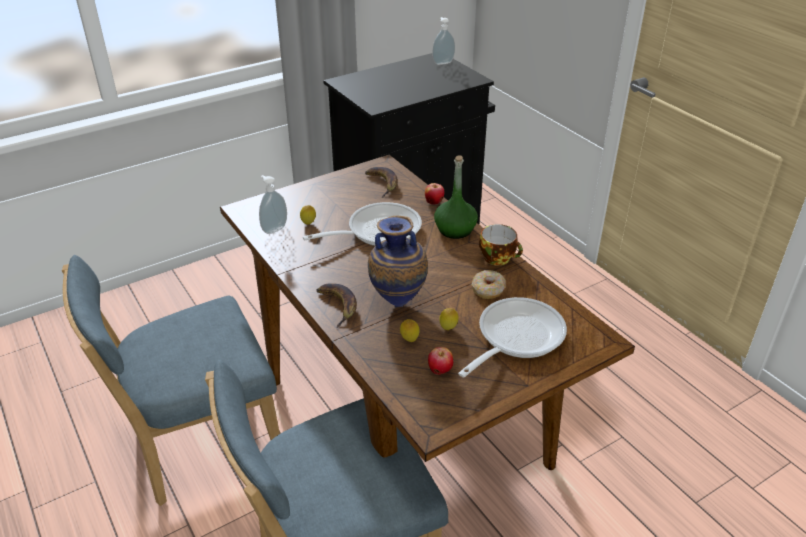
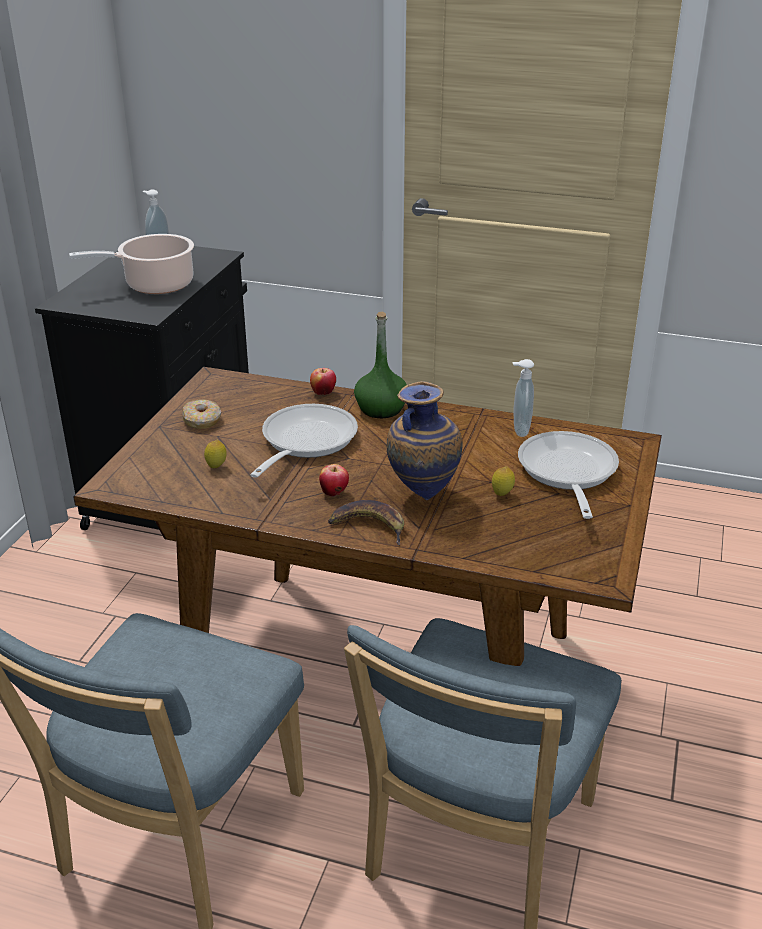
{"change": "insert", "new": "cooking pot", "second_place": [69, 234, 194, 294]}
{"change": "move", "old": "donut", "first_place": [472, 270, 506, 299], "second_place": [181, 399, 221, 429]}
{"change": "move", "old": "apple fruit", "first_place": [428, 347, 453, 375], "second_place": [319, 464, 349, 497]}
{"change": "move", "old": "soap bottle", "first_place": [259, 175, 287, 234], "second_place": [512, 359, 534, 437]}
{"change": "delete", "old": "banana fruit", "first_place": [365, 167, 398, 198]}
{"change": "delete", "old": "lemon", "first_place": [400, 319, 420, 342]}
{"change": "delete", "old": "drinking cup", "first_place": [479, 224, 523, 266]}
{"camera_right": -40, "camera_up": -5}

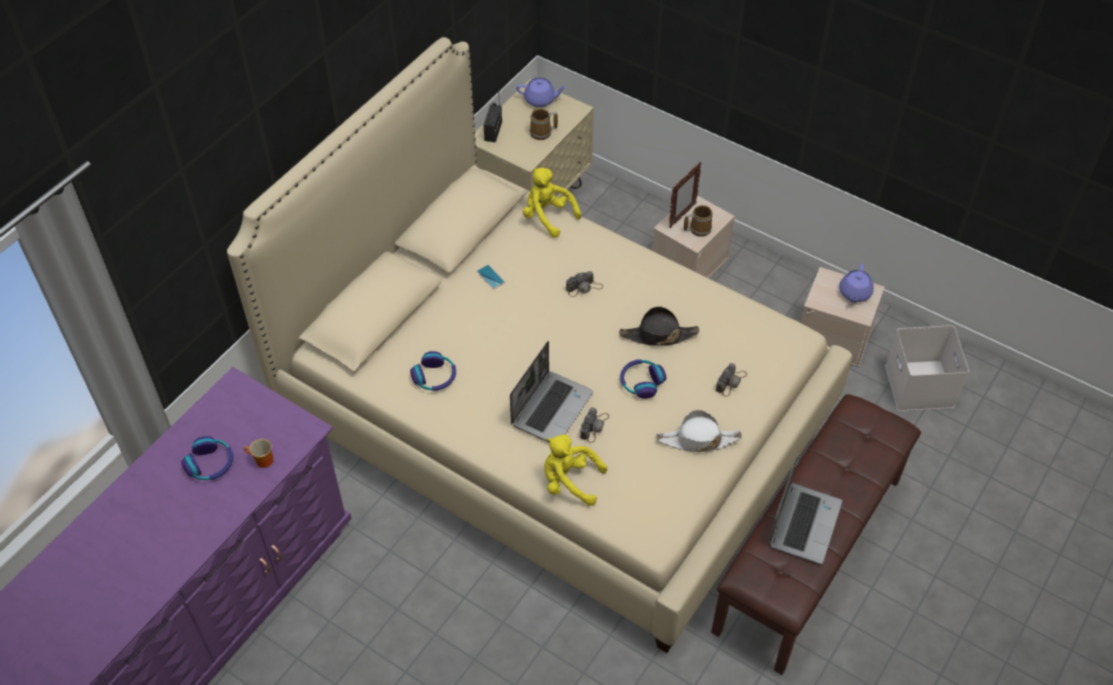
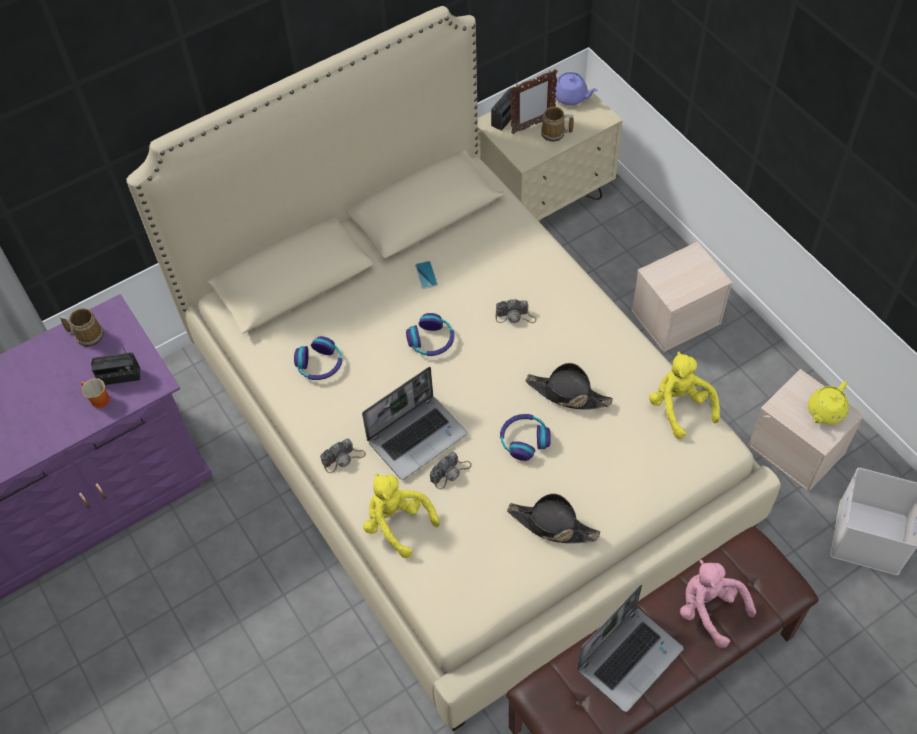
{"change": "move", "old": "coffee mug", "first_place": [684, 205, 713, 237], "second_place": [60, 308, 104, 347]}
{"change": "insert", "new": "radio", "second_place": [91, 347, 140, 385]}
{"change": "move", "old": "still camera", "first_place": [716, 363, 747, 397], "second_place": [320, 439, 366, 473]}
{"change": "move", "old": "pair of headphones", "first_place": [181, 436, 233, 480], "second_place": [406, 313, 454, 356]}
{"change": "recolor", "old": "white-coloured hat", "new": "blackish hat", "first_place": [656, 410, 742, 452], "second_place": [507, 493, 600, 544]}
{"change": "move", "old": "picture frame", "first_place": [669, 162, 701, 228], "second_place": [510, 69, 558, 134]}
{"change": "move", "old": "yellow cuddly toy", "first_place": [523, 168, 581, 238], "second_place": [649, 351, 720, 439]}
{"change": "insert", "new": "pinkish cuddly toy", "second_place": [680, 560, 756, 648]}
{"change": "recolor", "old": "purple teapot", "new": "yellow teapot", "first_place": [839, 264, 874, 303], "second_place": [808, 381, 849, 424]}
{"camera_right": 25, "camera_up": 5}

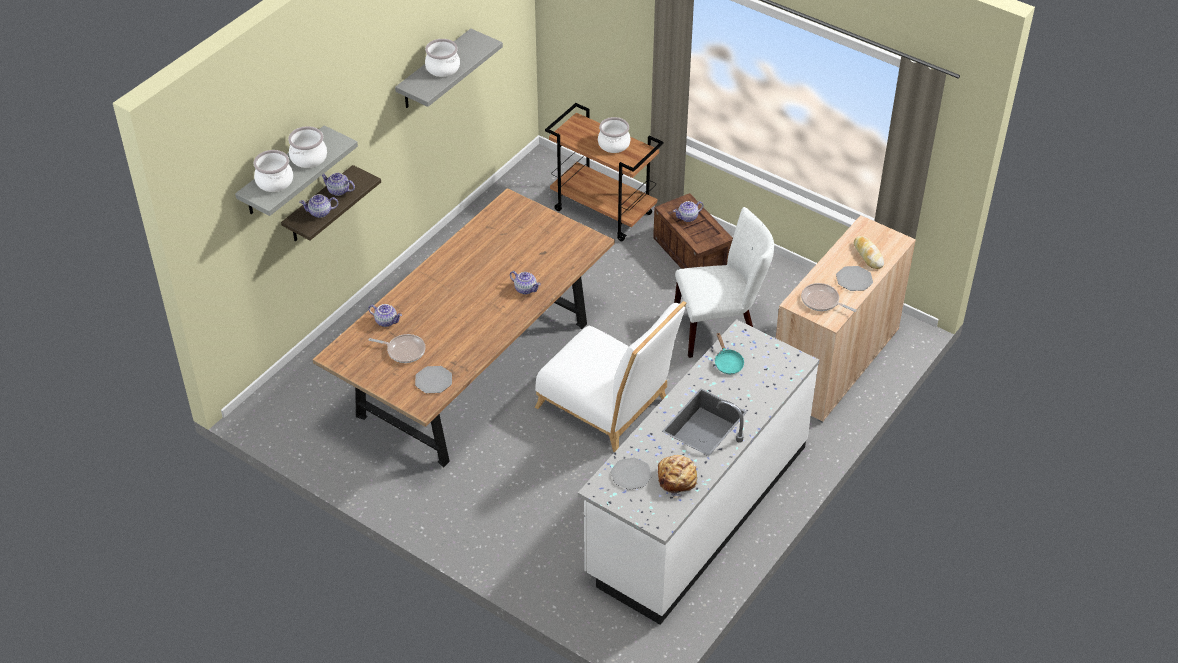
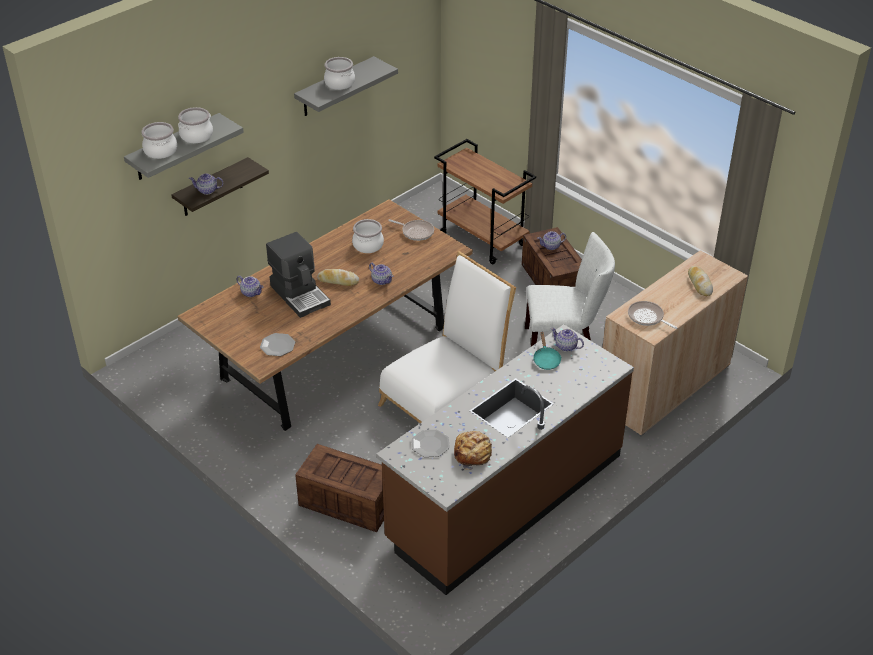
{"change": "insert", "new": "coffee machine", "second_place": [266, 232, 331, 318]}
{"change": "insert", "new": "crate", "second_place": [295, 444, 384, 532]}
{"change": "insert", "new": "baked bread", "second_place": [317, 269, 359, 286]}
{"change": "move", "old": "cooking pot", "first_place": [598, 117, 630, 153], "second_place": [352, 219, 384, 253]}
{"change": "recolor", "old": "white-coloured kitchen base unit", "new": "brown kitchen base unit", "first_place": [578, 319, 819, 625], "second_place": [376, 324, 634, 595]}
{"change": "rotate", "old": "white-coloured plain chair", "first_place": [535, 301, 687, 452], "second_place": [378, 251, 516, 423], "degrees": -90}
{"change": "move", "old": "frying pan", "first_place": [369, 334, 426, 363], "second_place": [388, 219, 434, 241]}
{"change": "move", "old": "teapot", "first_place": [321, 173, 355, 196], "second_place": [551, 328, 584, 352]}
{"change": "delete", "old": "plate", "first_place": [836, 266, 873, 291]}
{"camera_right": 10, "camera_up": -5}

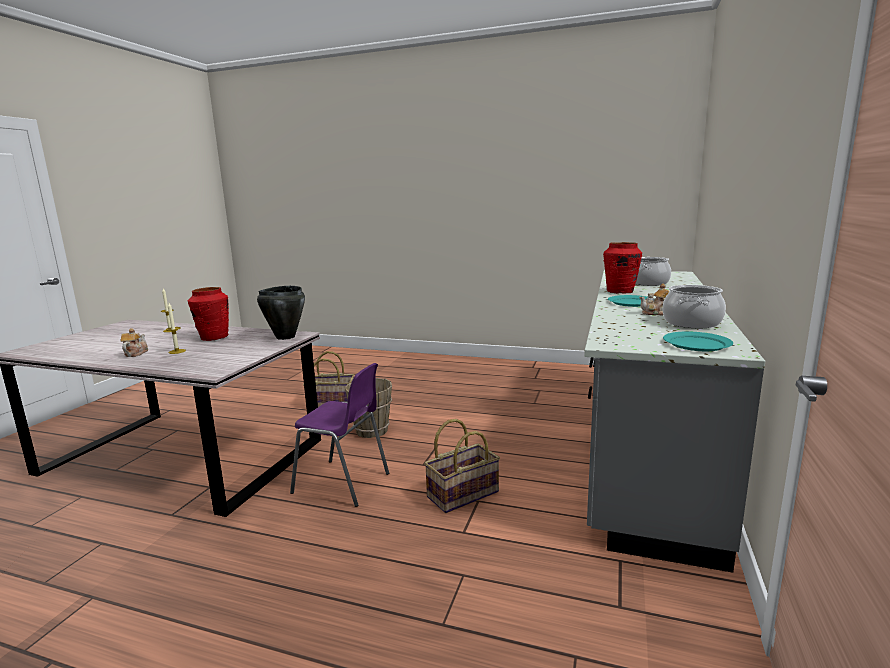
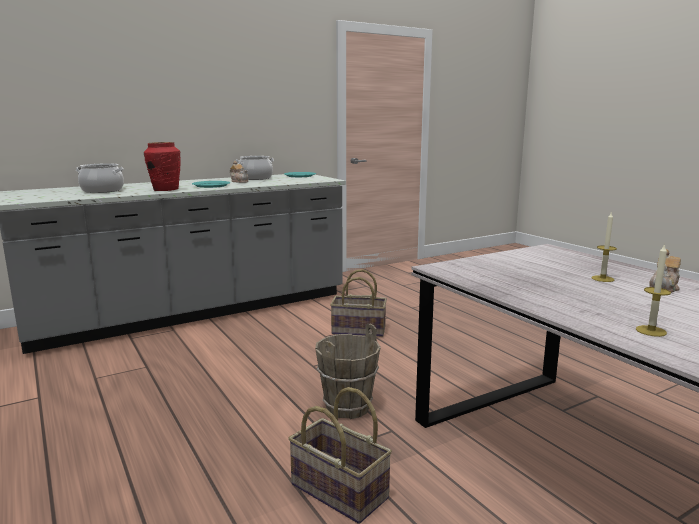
{"change": "delete", "old": "reddish vase", "first_place": [188, 287, 229, 341]}
{"change": "delete", "old": "blackish cooking pot", "first_place": [257, 286, 305, 340]}
{"change": "delete", "old": "purple plain chair", "first_place": [290, 363, 389, 507]}
{"camera_right": -140, "camera_up": 0}

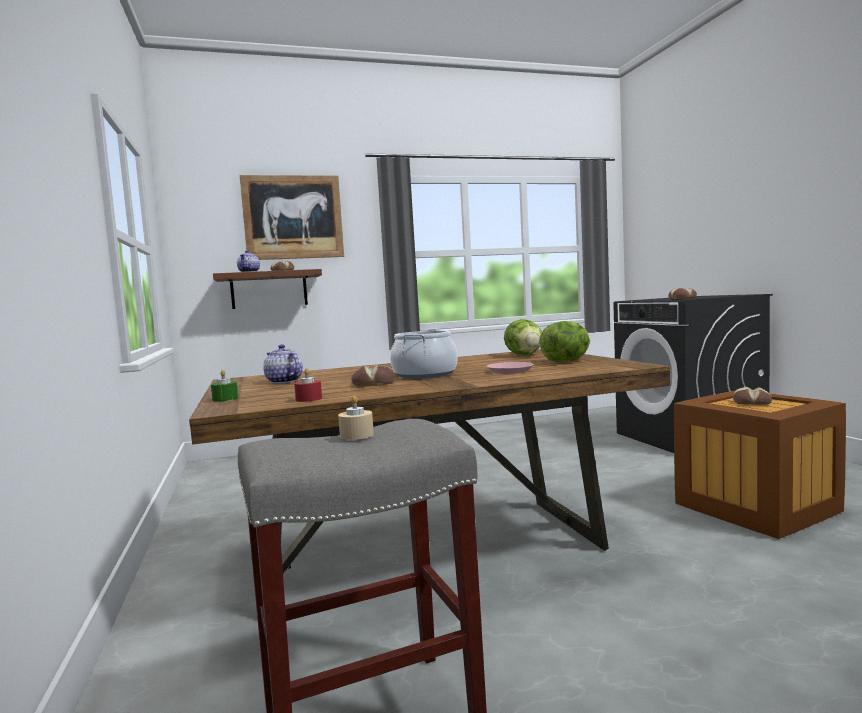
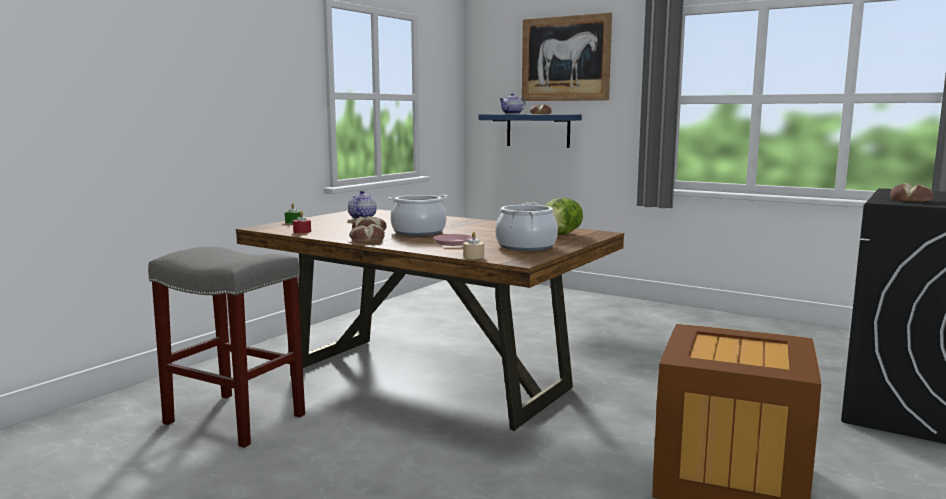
{"change": "move", "old": "baked bread", "first_place": [733, 387, 772, 405], "second_place": [349, 224, 384, 243]}
{"change": "move", "old": "beige-coloured wax light", "first_place": [338, 396, 374, 440], "second_place": [463, 232, 484, 259]}
{"change": "recolor", "old": "brown wall shelf", "new": "bluish wall shelf", "first_place": [213, 269, 322, 309], "second_place": [479, 114, 582, 148]}
{"change": "replace", "old": "lettuce", "new": "cooking pot", "first_place": [540, 321, 590, 363], "second_place": [495, 202, 558, 251]}
{"camera_right": 50, "camera_up": 5}

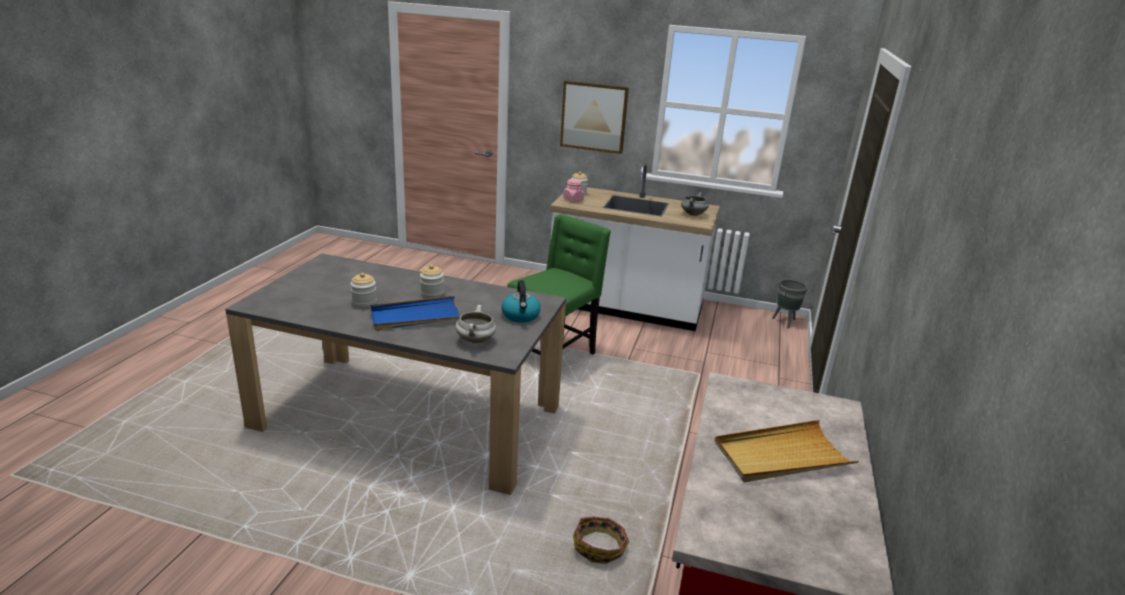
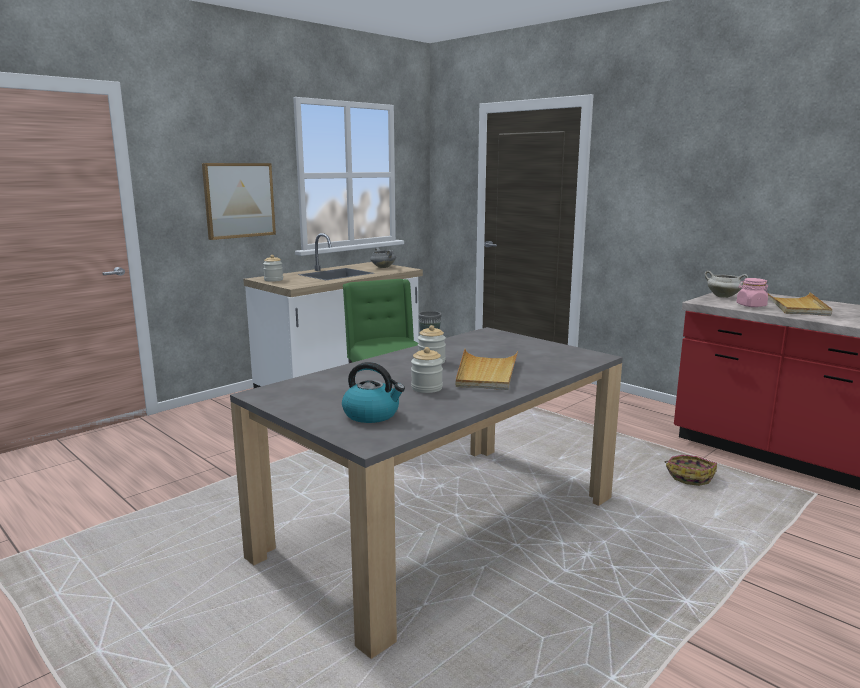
{"change": "move", "old": "tea kettle", "first_place": [501, 280, 541, 323], "second_place": [342, 362, 405, 423]}
{"change": "recolor", "old": "bluish carrying tray", "new": "beige-coloured carrying tray", "first_place": [370, 296, 460, 331], "second_place": [456, 349, 518, 390]}
{"change": "move", "old": "white-coloured cooking pot", "first_place": [455, 305, 496, 344], "second_place": [704, 271, 748, 298]}
{"change": "move", "old": "pinkish storage jar", "first_place": [563, 179, 584, 202], "second_place": [737, 278, 768, 307]}
{"camera_right": -60, "camera_up": -10}

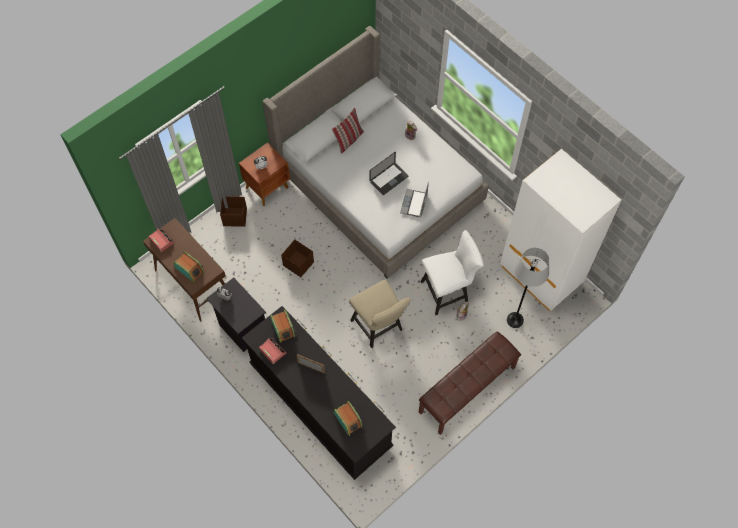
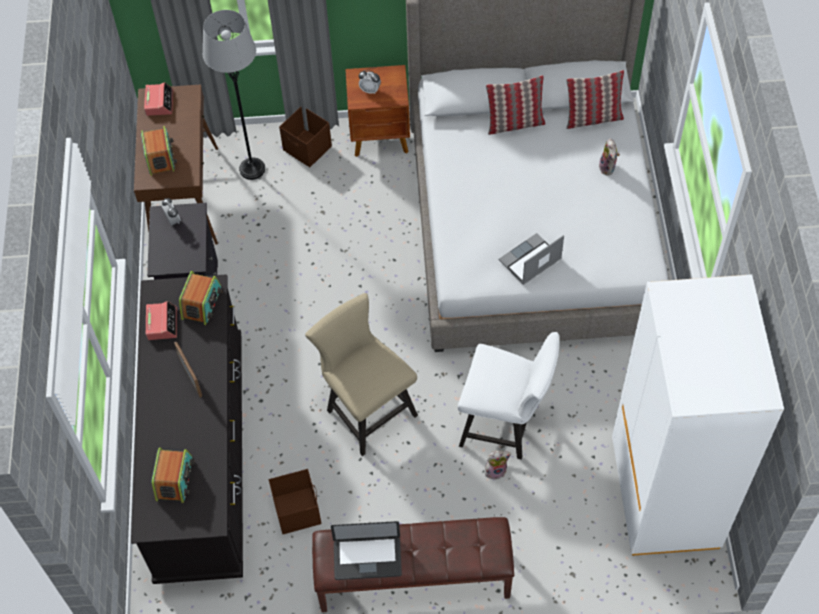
{"change": "move", "old": "gray floor lamp", "first_place": [507, 248, 549, 328], "second_place": [203, 10, 265, 180]}
{"change": "move", "old": "brown storage bin", "first_place": [281, 240, 314, 277], "second_place": [269, 469, 322, 534]}
{"change": "rotate", "old": "beige-coloured plain chair", "first_place": [349, 280, 411, 348], "second_place": [305, 293, 418, 456], "degrees": 135}
{"change": "move", "old": "portable computer", "first_place": [370, 152, 408, 195], "second_place": [331, 521, 402, 580]}
{"change": "insert", "new": "cushion", "second_place": [566, 70, 624, 129]}
{"camera_right": 40, "camera_up": -5}

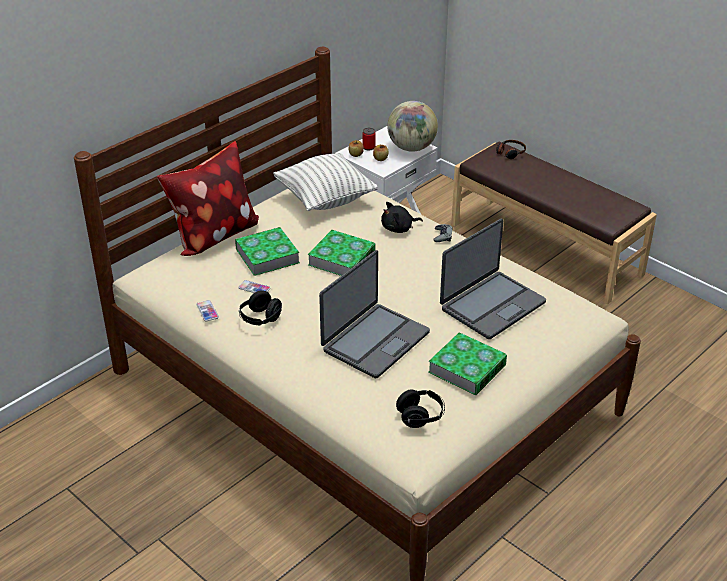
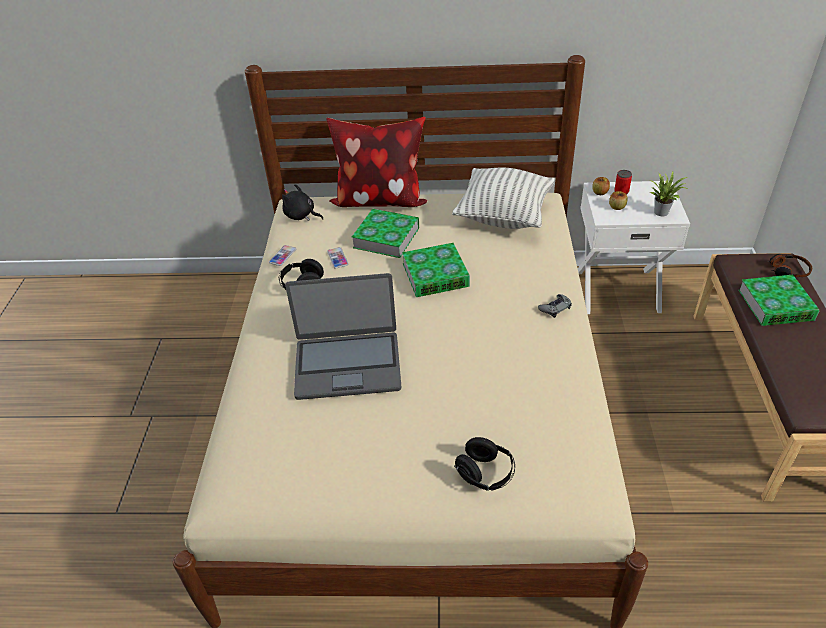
{"change": "move", "old": "blackish cuddly toy", "first_place": [381, 202, 423, 233], "second_place": [282, 184, 323, 221]}
{"change": "move", "old": "blackish pair of headphones", "first_place": [396, 389, 445, 428], "second_place": [454, 437, 515, 491]}
{"change": "replace", "old": "desk globe", "new": "houseplant", "first_place": [387, 101, 438, 152], "second_place": [650, 172, 688, 216]}
{"change": "move", "old": "bound book", "first_place": [428, 332, 507, 395], "second_place": [738, 275, 820, 326]}
{"change": "delete", "old": "portable computer", "first_place": [440, 219, 546, 339]}
{"camera_right": 50, "camera_up": 5}

